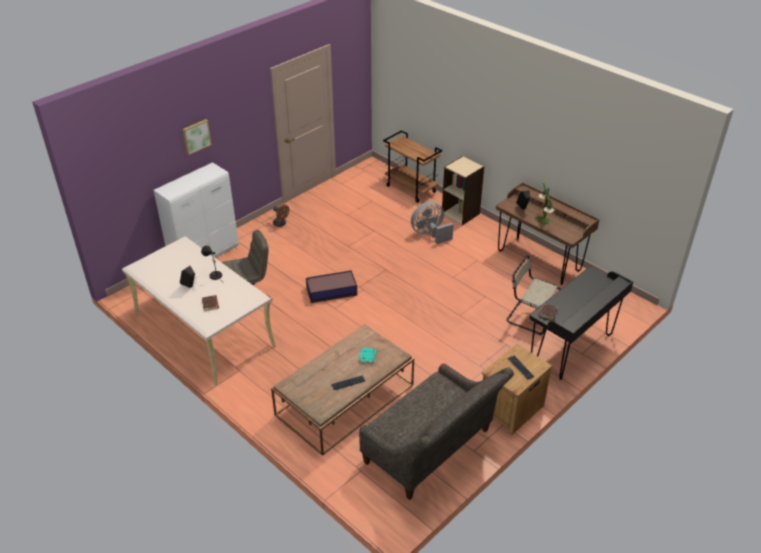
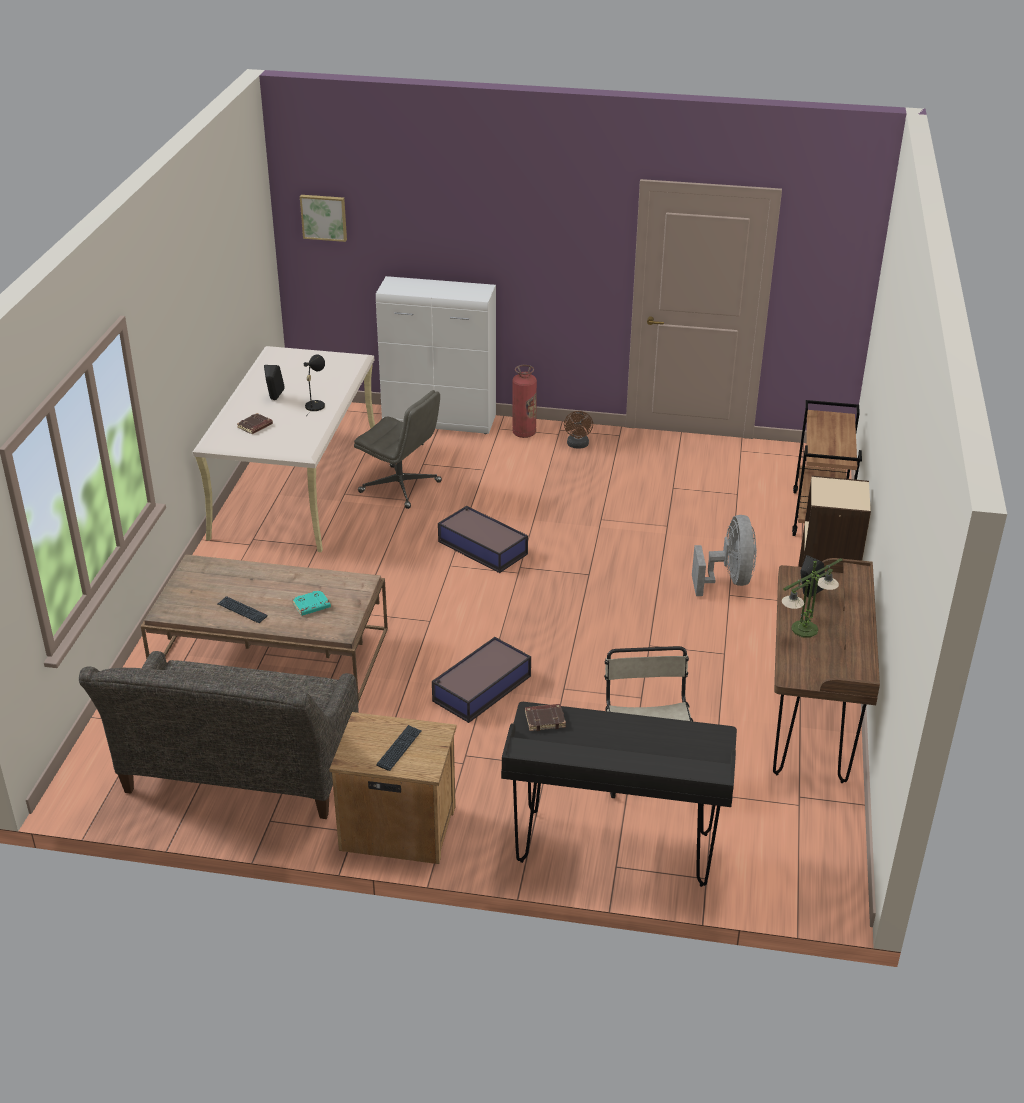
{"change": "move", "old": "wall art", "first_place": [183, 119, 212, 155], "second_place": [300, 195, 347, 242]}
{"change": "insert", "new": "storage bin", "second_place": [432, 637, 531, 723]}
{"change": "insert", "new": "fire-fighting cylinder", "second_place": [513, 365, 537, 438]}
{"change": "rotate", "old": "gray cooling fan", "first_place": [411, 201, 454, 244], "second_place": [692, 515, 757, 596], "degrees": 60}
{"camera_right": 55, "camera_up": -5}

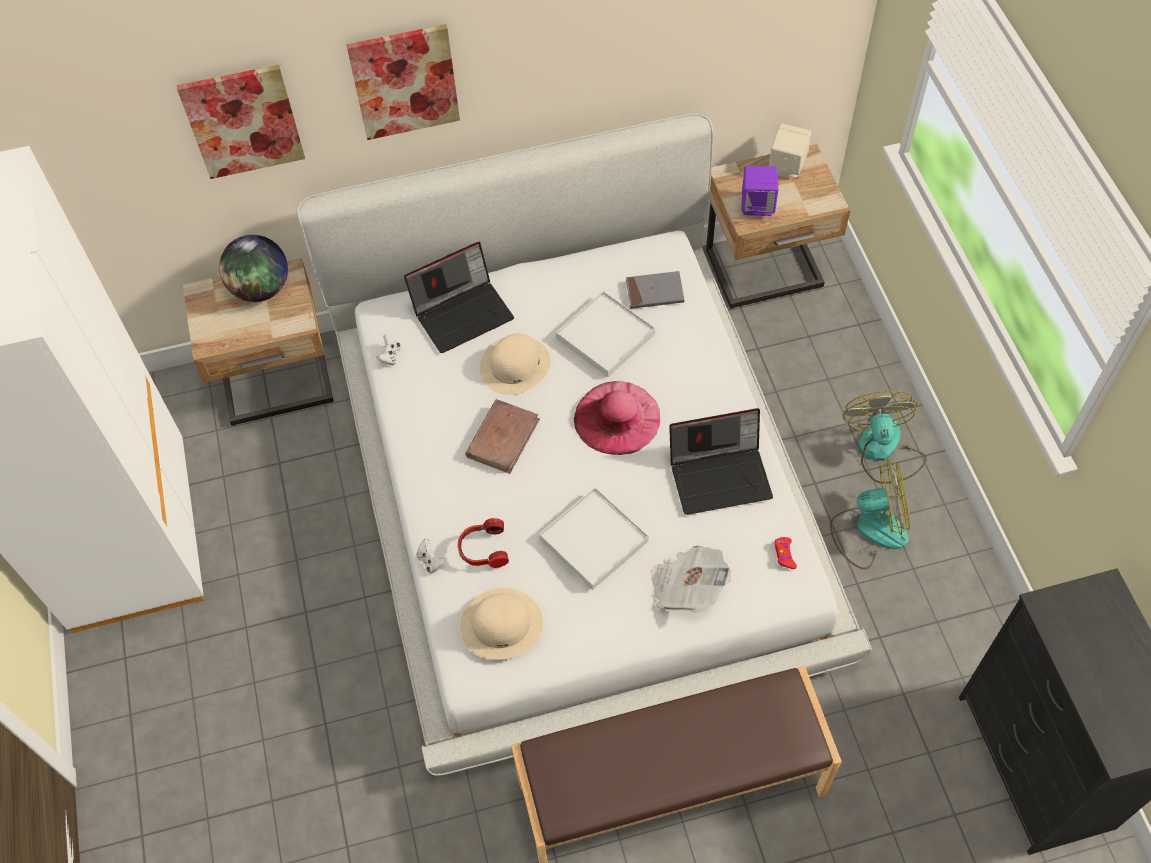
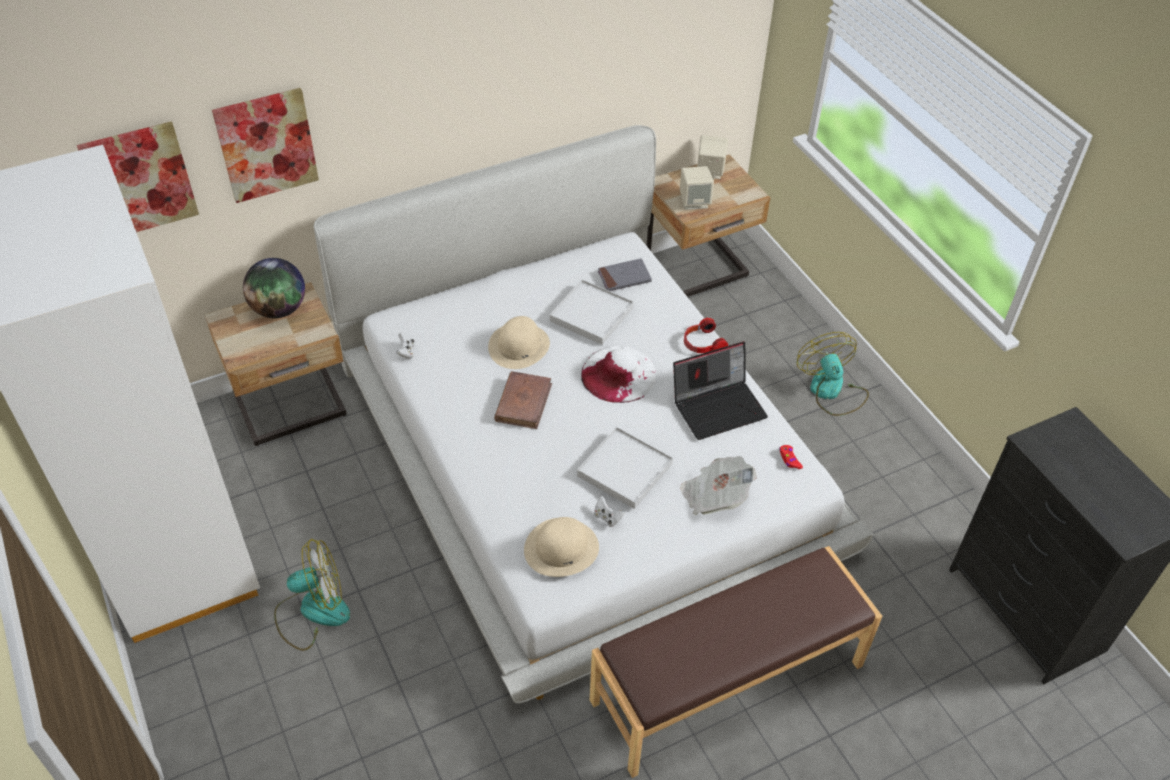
{"change": "move", "old": "wall art", "first_place": [346, 24, 460, 140], "second_place": [77, 121, 199, 232]}
{"change": "move", "old": "cooling fan", "first_place": [830, 459, 910, 570], "second_place": [274, 539, 350, 651]}
{"change": "recolor", "old": "pinkish hat", "new": "white-coloured hat", "first_place": [574, 381, 660, 455], "second_place": [581, 346, 657, 403]}
{"change": "move", "old": "white-coloured joypad", "first_place": [416, 538, 445, 574], "second_place": [594, 496, 625, 527]}
{"change": "recolor", "old": "purple loudspeaker", "new": "beige-coloured loudspeaker", "first_place": [742, 166, 778, 216], "second_place": [680, 166, 714, 210]}
{"change": "move", "old": "pair of headphones", "first_place": [457, 518, 509, 568], "second_place": [684, 317, 728, 353]}
{"change": "delete", "old": "portable computer", "first_place": [404, 242, 514, 353]}
{"camera_right": -15, "camera_up": -10}

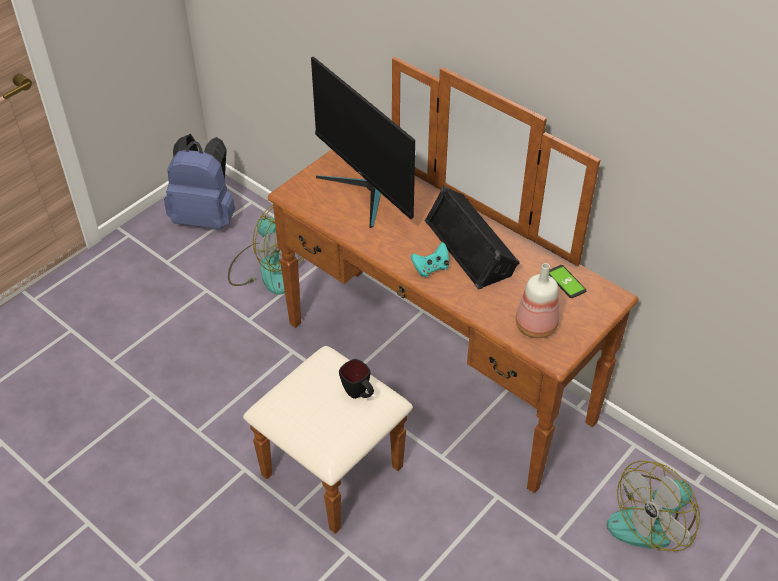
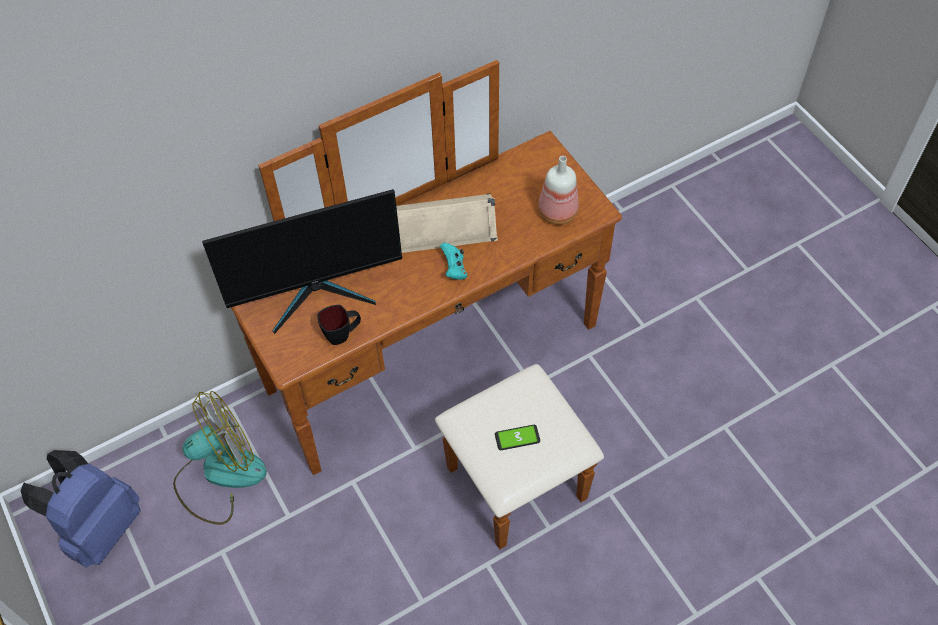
{"change": "move", "old": "blackish coffee mug", "first_place": [339, 359, 374, 399], "second_place": [317, 305, 361, 345]}
{"change": "recolor", "old": "blackish loudspeaker", "new": "beige-coloured loudspeaker", "first_place": [424, 185, 520, 290], "second_place": [396, 193, 498, 253]}
{"change": "move", "old": "handset", "first_place": [549, 265, 587, 298], "second_place": [495, 425, 540, 450]}
{"change": "delete", "old": "cooling fan", "first_place": [607, 461, 700, 552]}
{"camera_right": -70, "camera_up": 10}

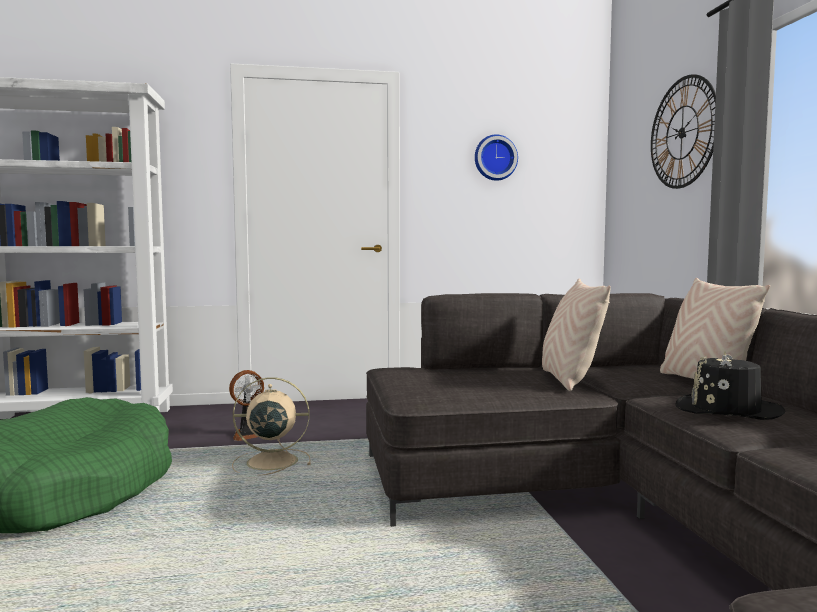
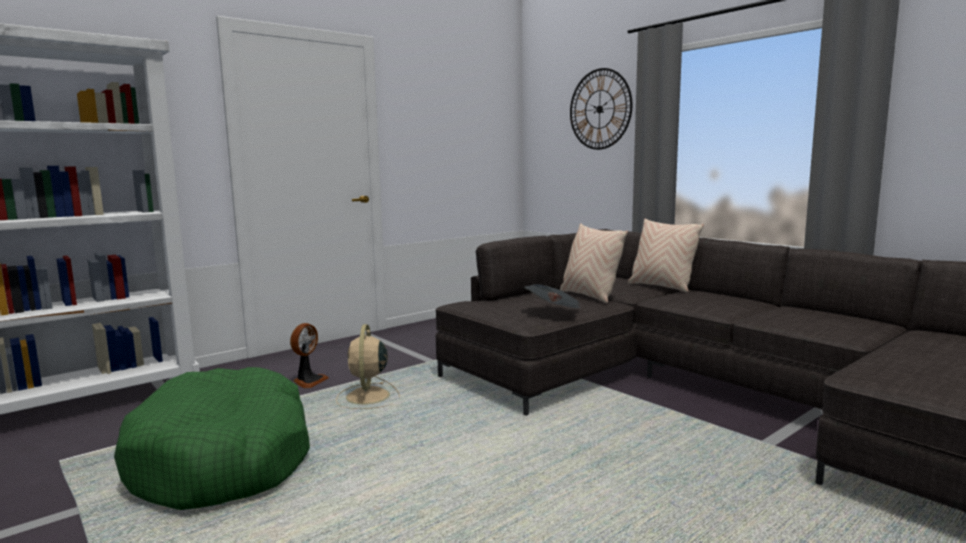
{"change": "rotate", "old": "beige-coloured cooling fan", "first_place": [232, 377, 311, 475], "second_place": [336, 324, 400, 409], "degrees": -60}
{"change": "insert", "new": "daily paper", "second_place": [524, 284, 581, 308]}
{"change": "delete", "old": "wall clock", "first_place": [475, 134, 518, 181]}
{"change": "delete", "old": "blackish hat", "first_place": [675, 351, 786, 420]}
{"camera_right": -30, "camera_up": 5}

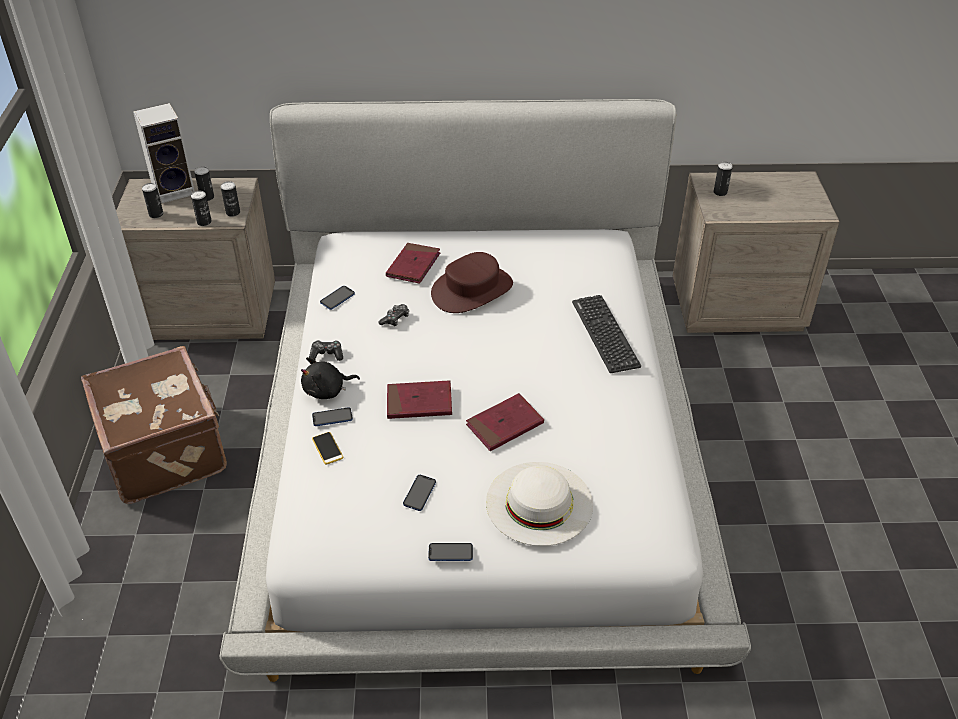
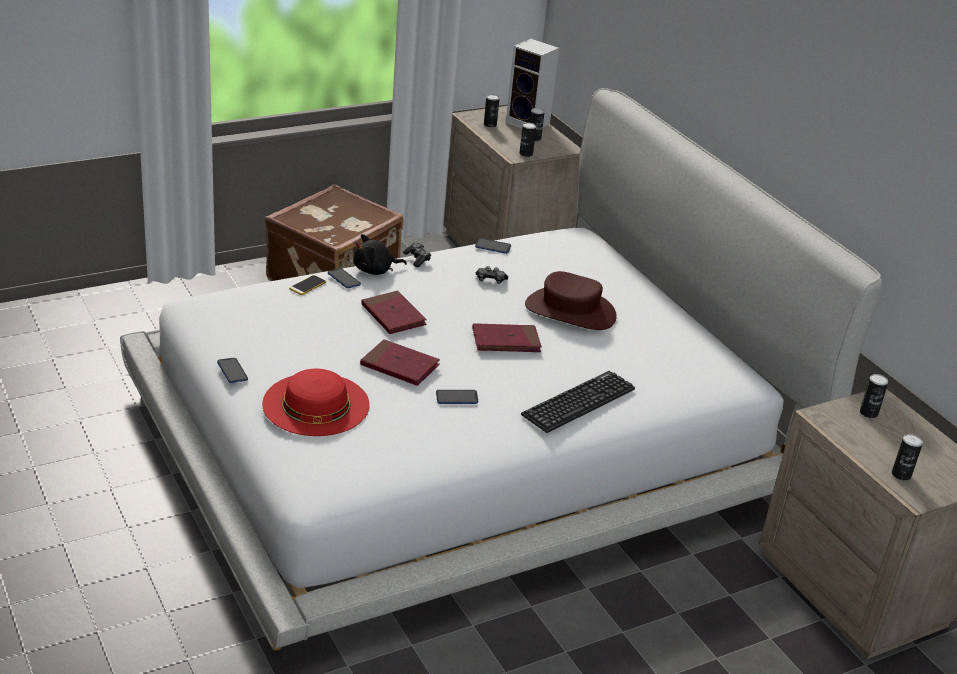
{"change": "recolor", "old": "white-coloured hat", "new": "reddish hat", "first_place": [486, 462, 593, 546], "second_place": [262, 369, 370, 436]}
{"change": "rotate", "old": "blackish cuddly toy", "first_place": [301, 357, 360, 399], "second_place": [353, 234, 407, 275], "degrees": -60}
{"change": "move", "old": "handset", "first_place": [403, 475, 436, 511], "second_place": [436, 390, 478, 404]}
{"change": "move", "old": "reddish bound book", "first_place": [386, 243, 440, 284], "second_place": [472, 323, 542, 352]}
{"change": "move", "old": "can", "first_place": [191, 191, 212, 226], "second_place": [892, 434, 923, 481]}
{"camera_right": 60, "camera_up": -10}

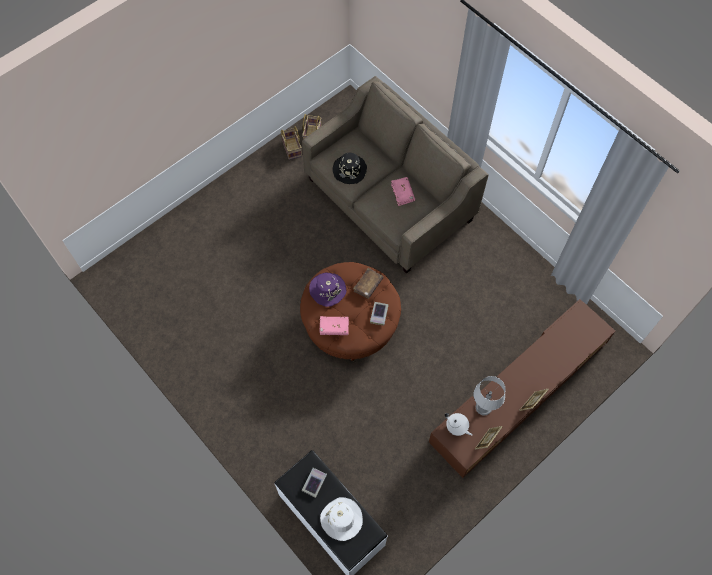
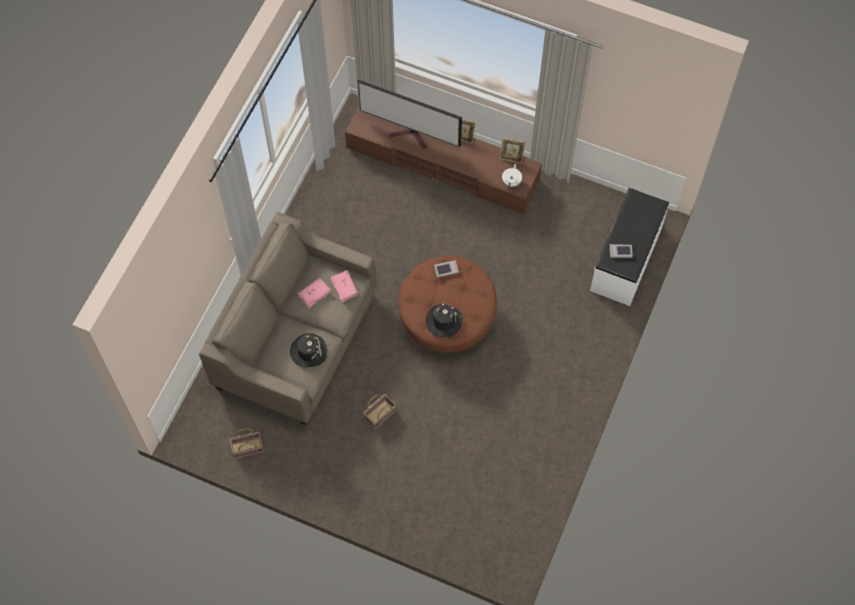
{"change": "move", "old": "pinkish bound book", "first_place": [319, 316, 349, 335], "second_place": [330, 271, 358, 302]}
{"change": "insert", "new": "television", "second_place": [358, 80, 462, 149]}
{"change": "move", "old": "storage basket", "first_place": [280, 126, 302, 160], "second_place": [363, 394, 396, 429]}
{"change": "recolor", "old": "purple hat", "new": "blackish hat", "first_place": [309, 273, 346, 307], "second_place": [426, 304, 463, 338]}
{"change": "delete", "old": "white-coloured hat", "first_place": [320, 497, 363, 541]}
{"change": "delete", "old": "brown bound book", "first_place": [353, 268, 383, 299]}
{"change": "delete", "old": "gray table lamp", "first_place": [474, 376, 506, 416]}
{"camera_right": -115, "camera_up": 0}

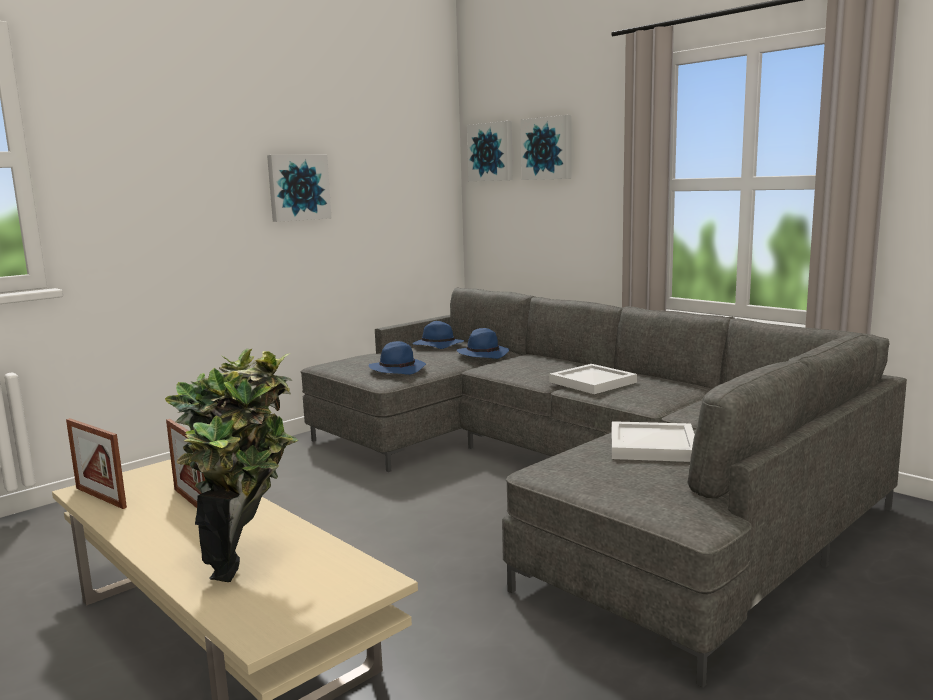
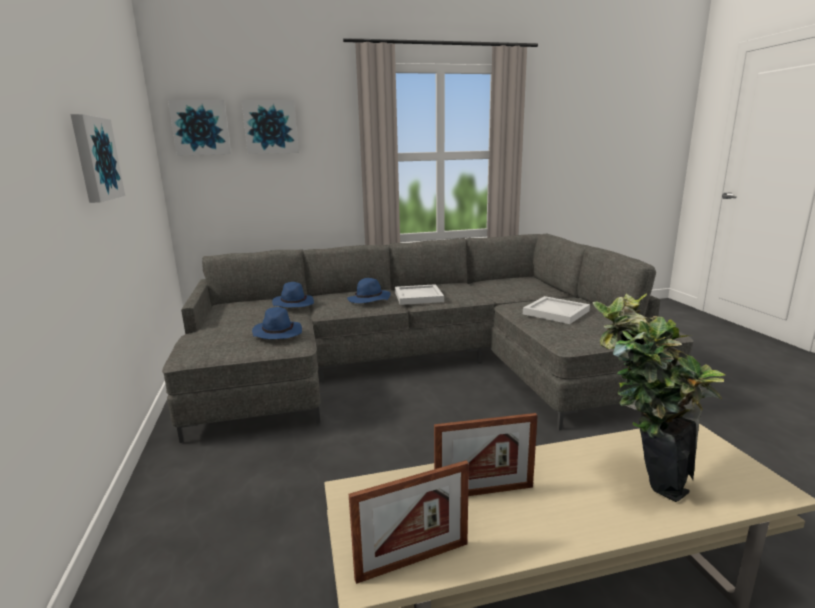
{"change": "move", "old": "bluish hat", "first_place": [413, 321, 464, 349], "second_place": [347, 278, 391, 303]}
{"camera_right": -60, "camera_up": 5}

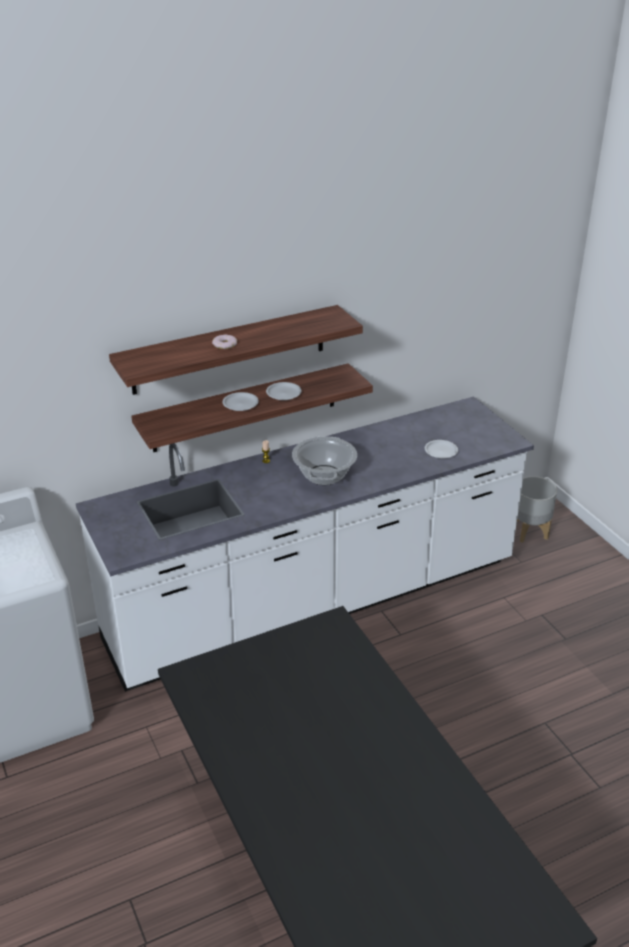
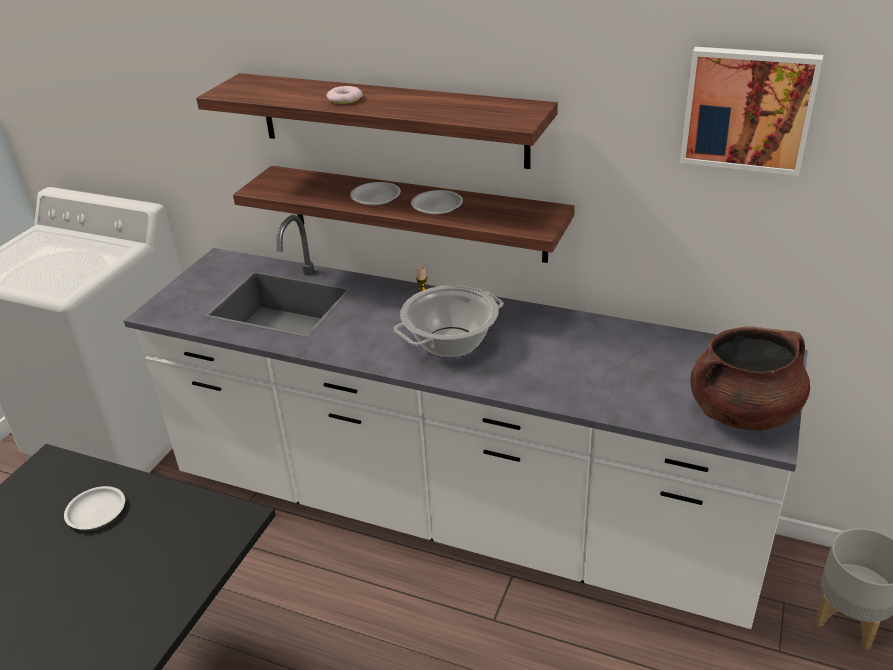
{"change": "move", "old": "white-coloured plate", "first_place": [425, 440, 458, 458], "second_place": [64, 486, 125, 530]}
{"change": "insert", "new": "wall art", "second_place": [680, 47, 823, 176]}
{"change": "insert", "new": "brown cooking pot", "second_place": [690, 326, 810, 430]}
{"camera_right": 50, "camera_up": 0}

